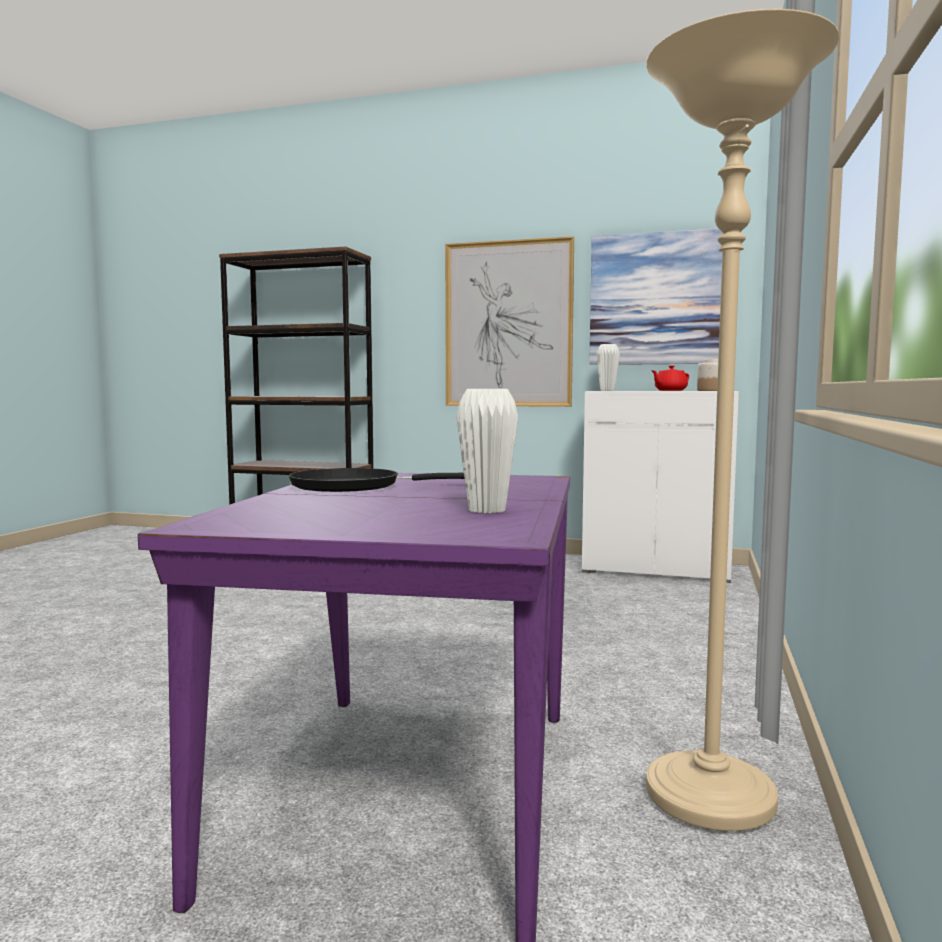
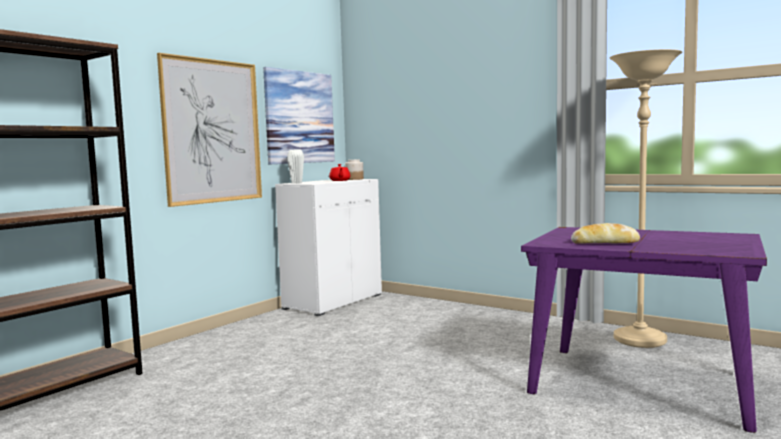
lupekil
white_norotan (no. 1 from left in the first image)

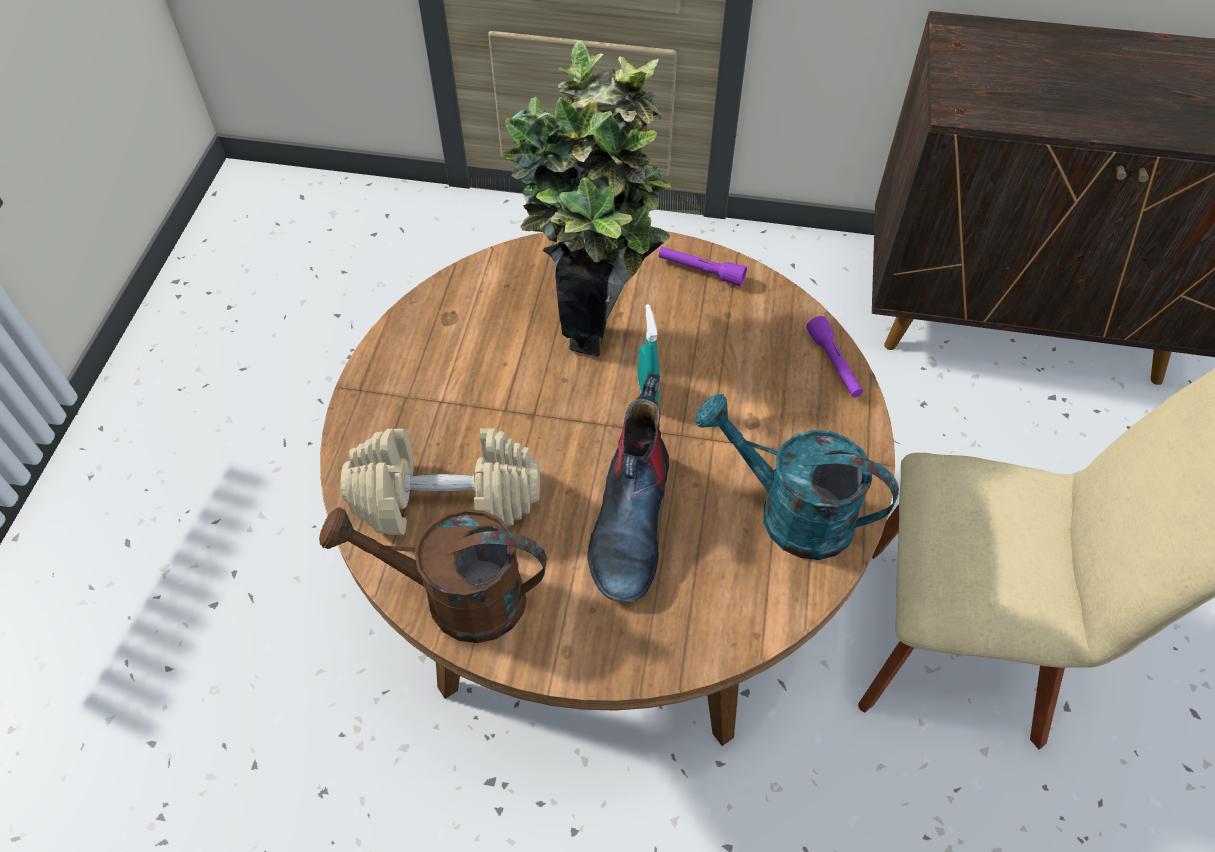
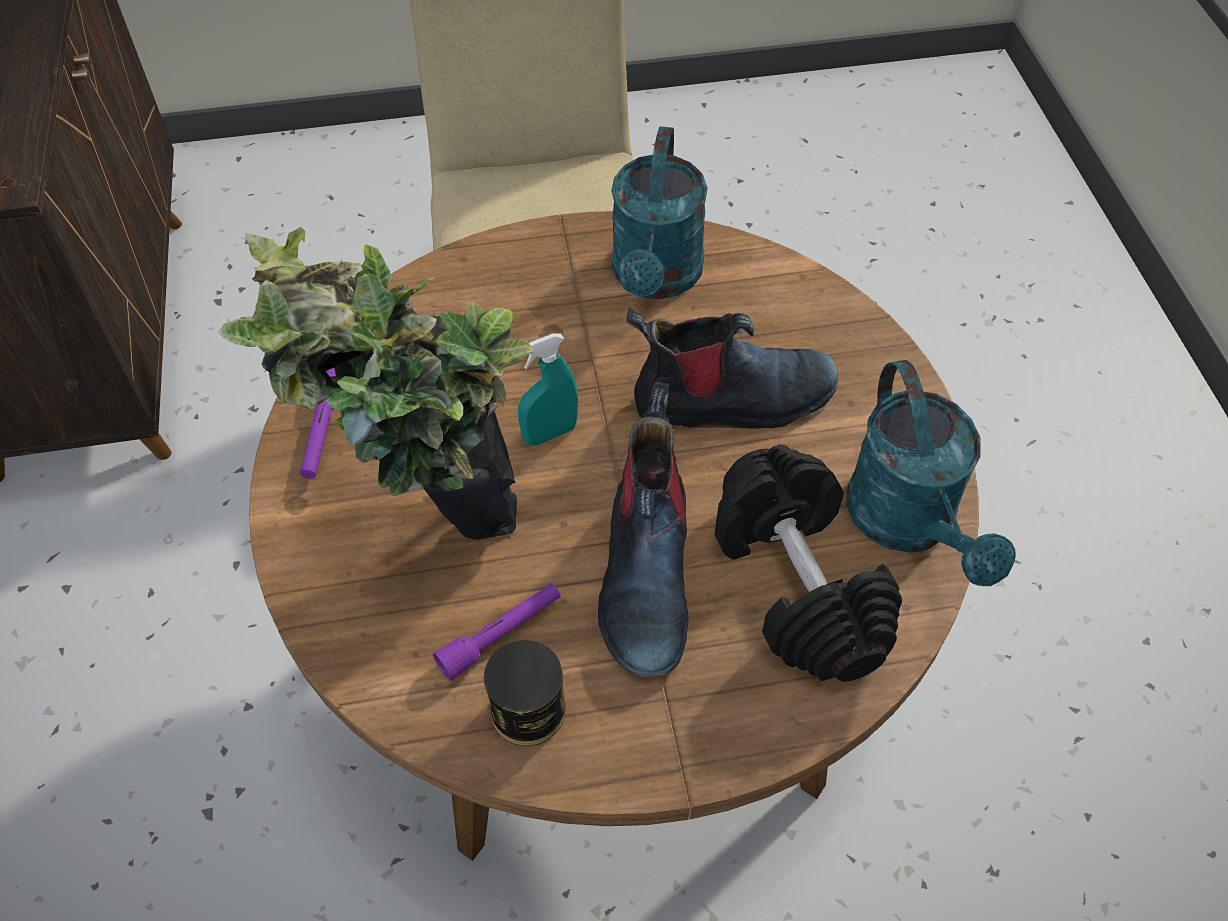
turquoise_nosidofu (no. 2 from left)
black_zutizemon
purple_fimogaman (no. 2 from left)
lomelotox
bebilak (no. 1 from left)

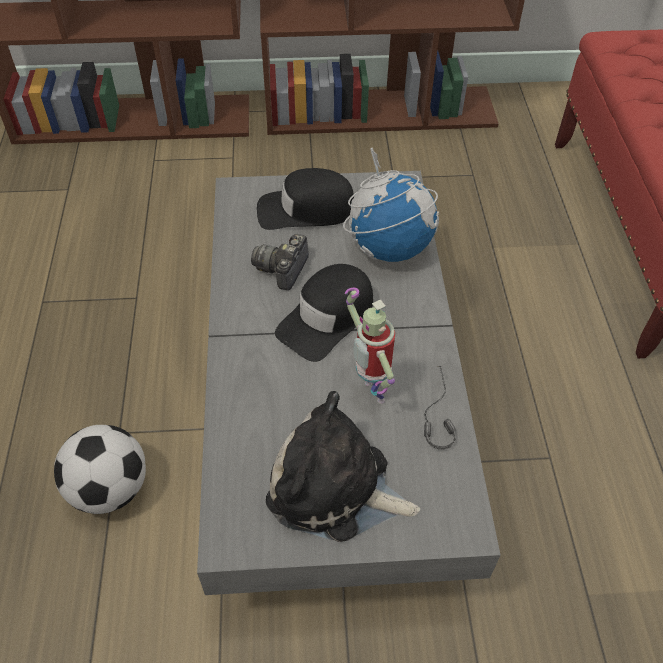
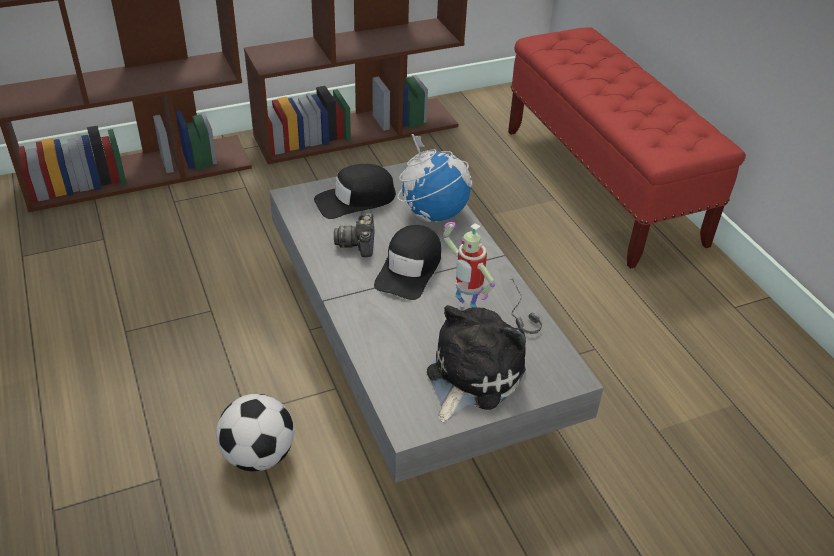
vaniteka

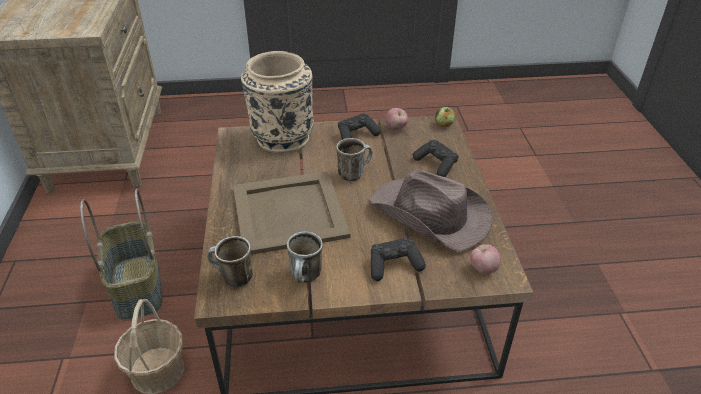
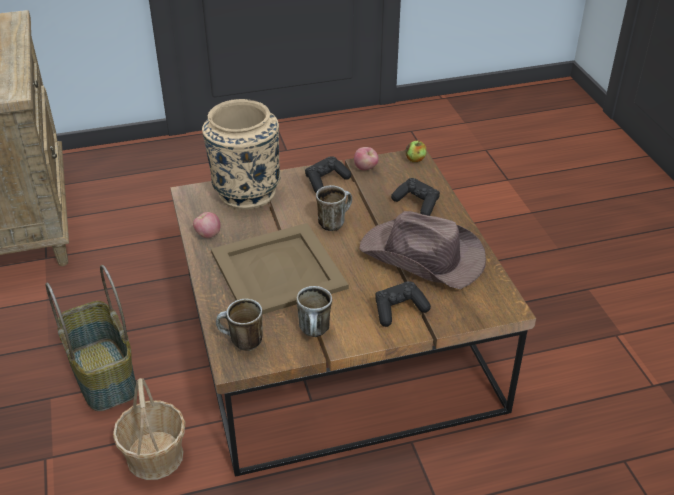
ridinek (no. 1 from left)

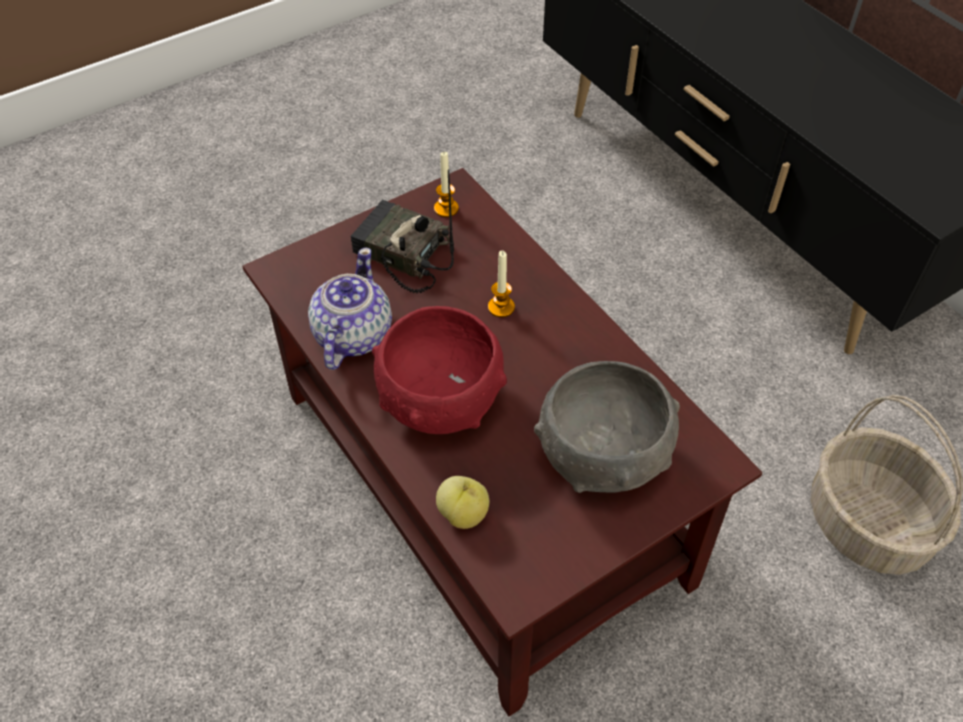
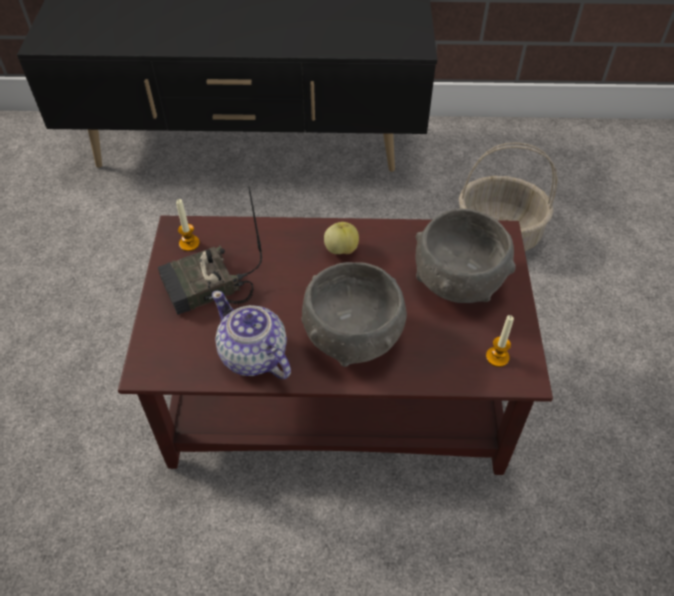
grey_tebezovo (no. 1 from left)
ridinek
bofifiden (no. 2 from left)

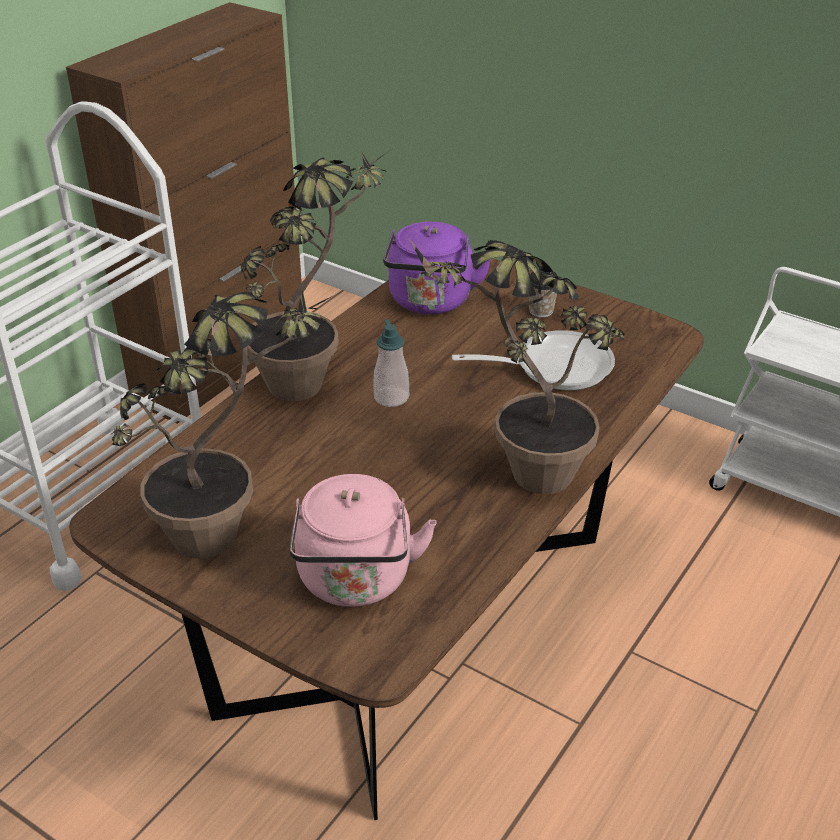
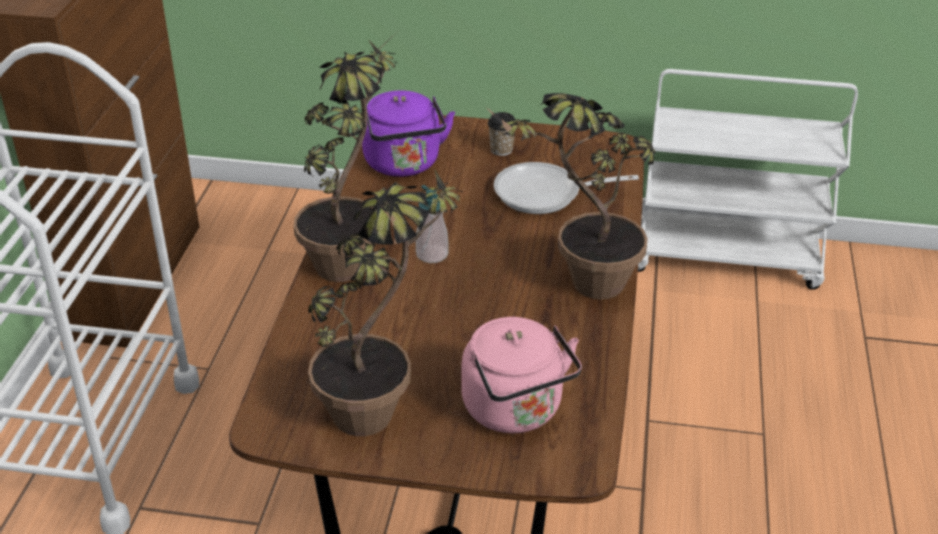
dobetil

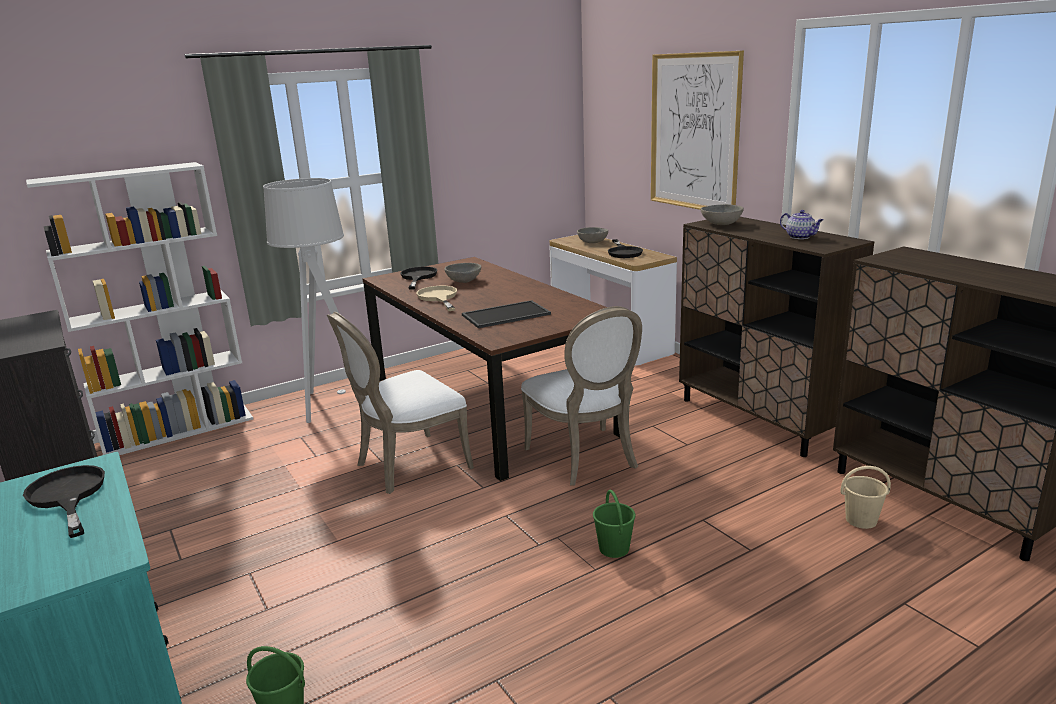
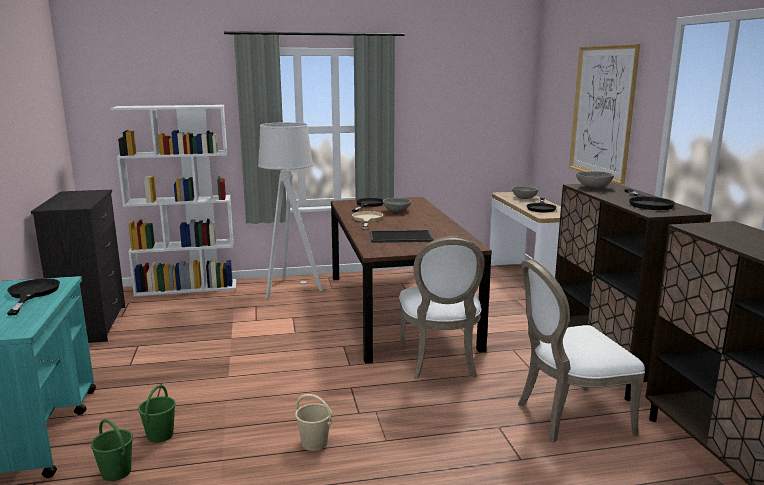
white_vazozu (no. 2 from left)
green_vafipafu (no. 2 from left)
black_dobetil (no. 4 from left)
beige_vafipafu

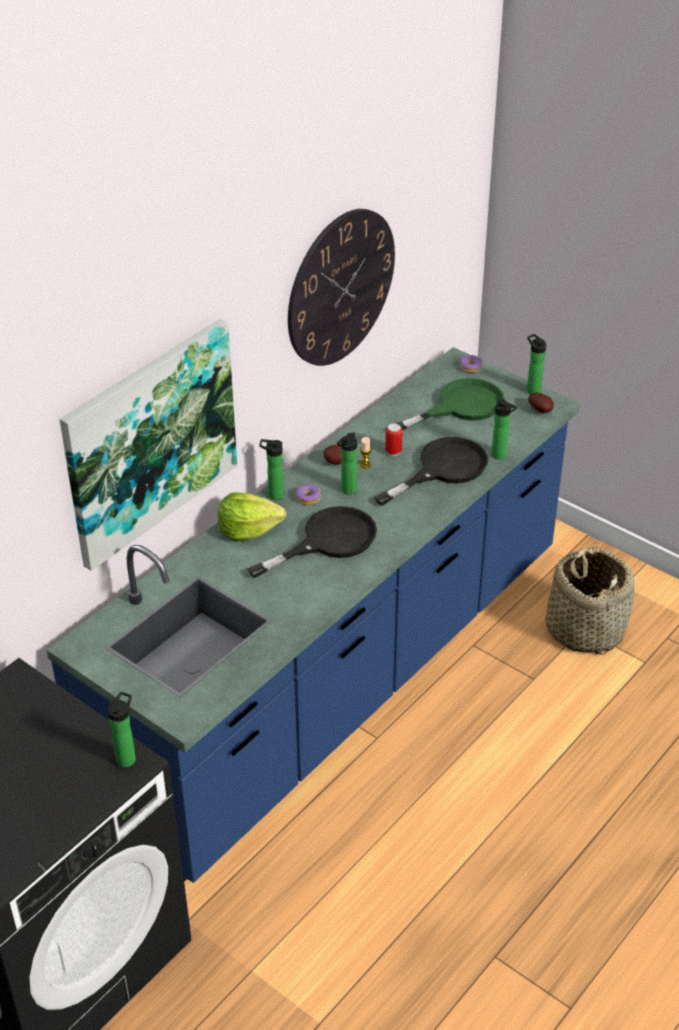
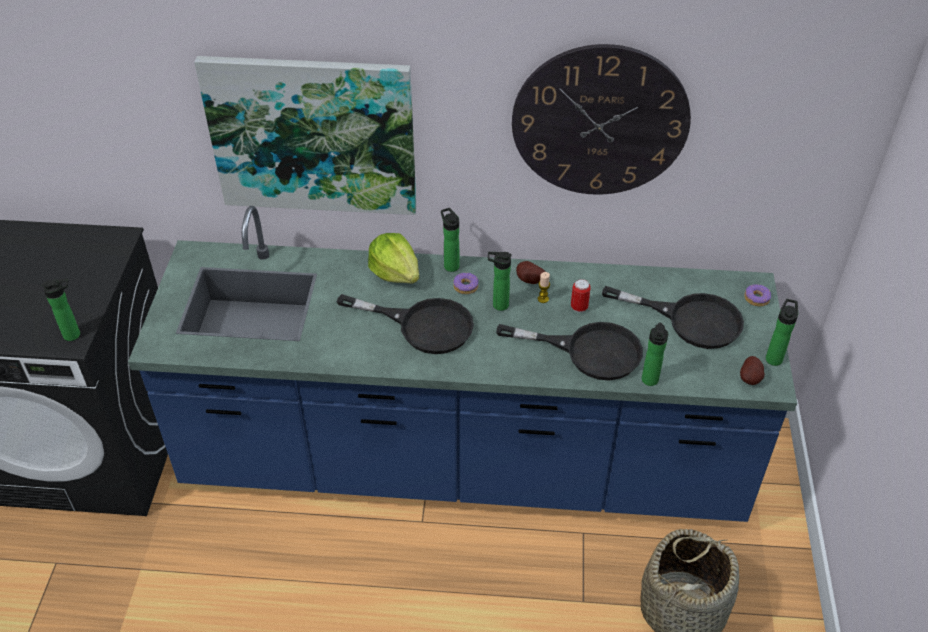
black_dobetil (no. 3 from left)

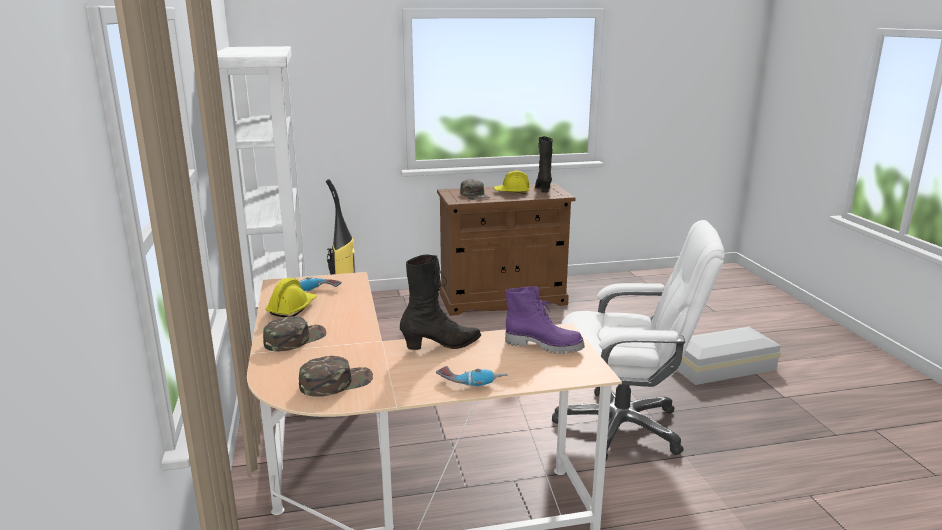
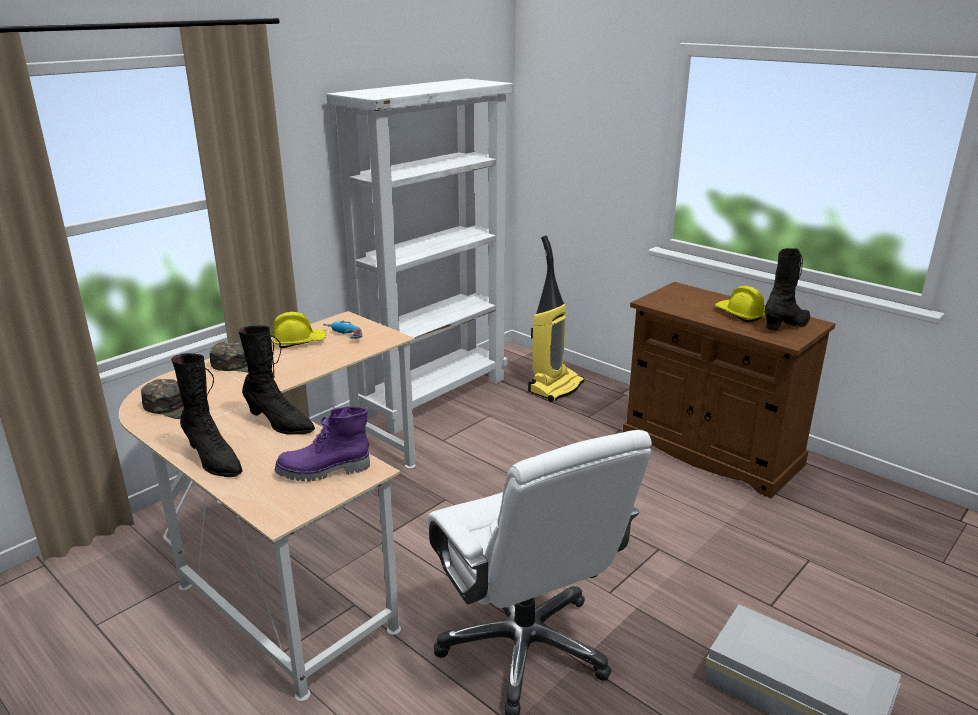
black_bebilak (no. 1 from left)
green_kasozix (no. 3 from left in the first image)
purple_bebilak

